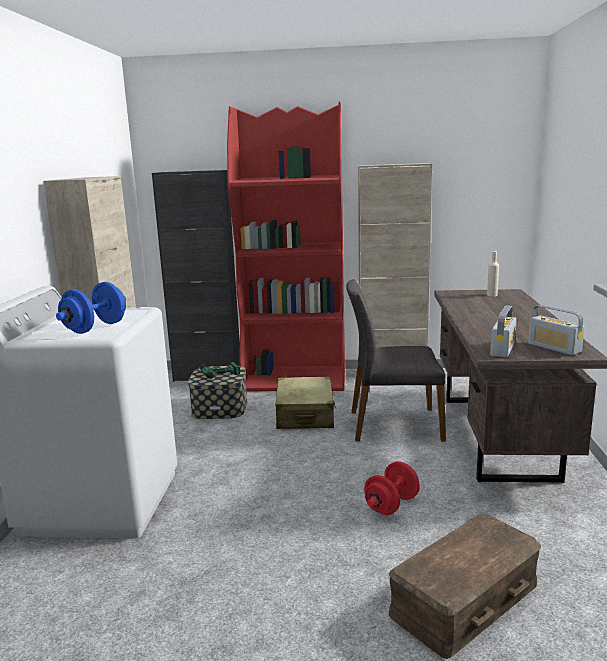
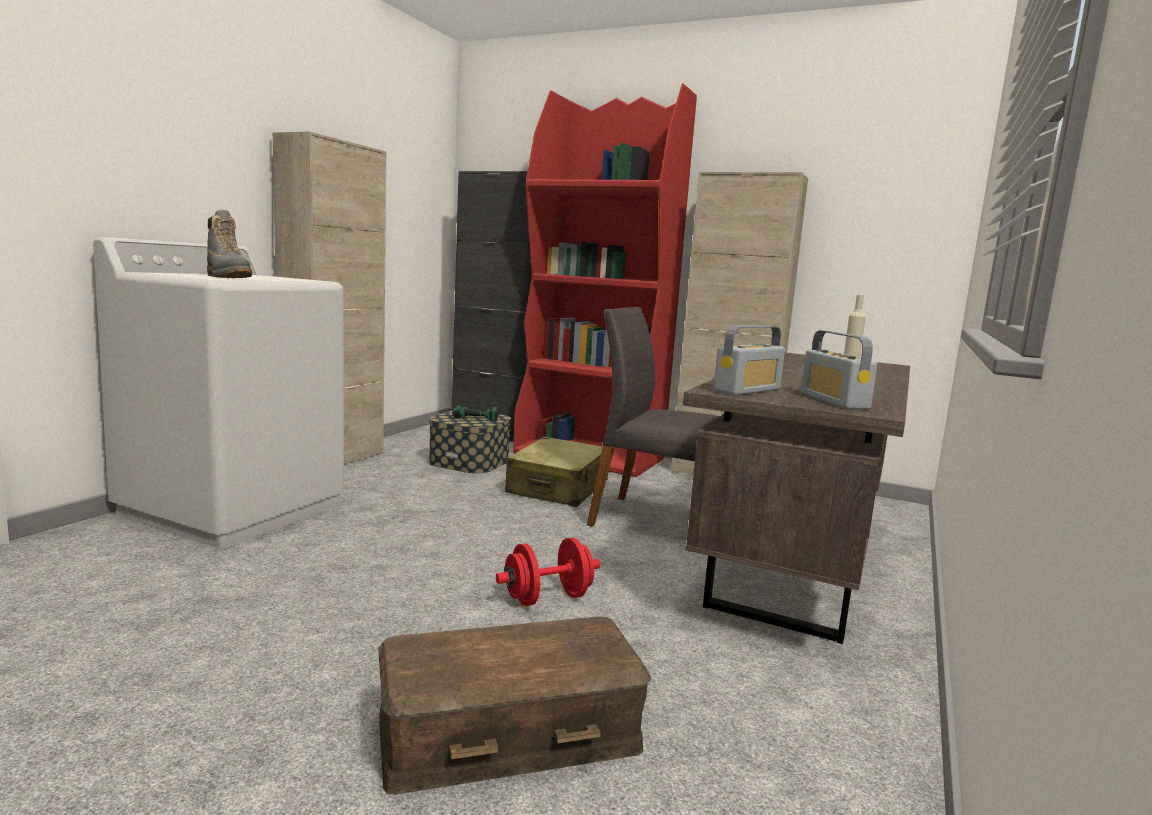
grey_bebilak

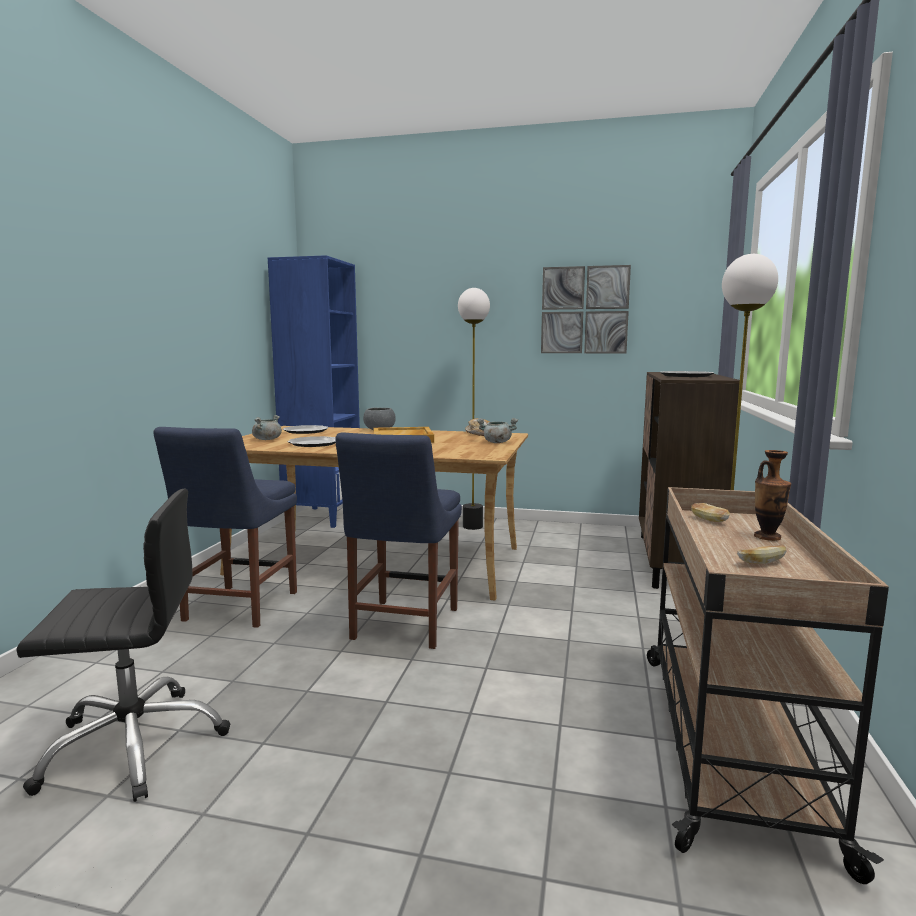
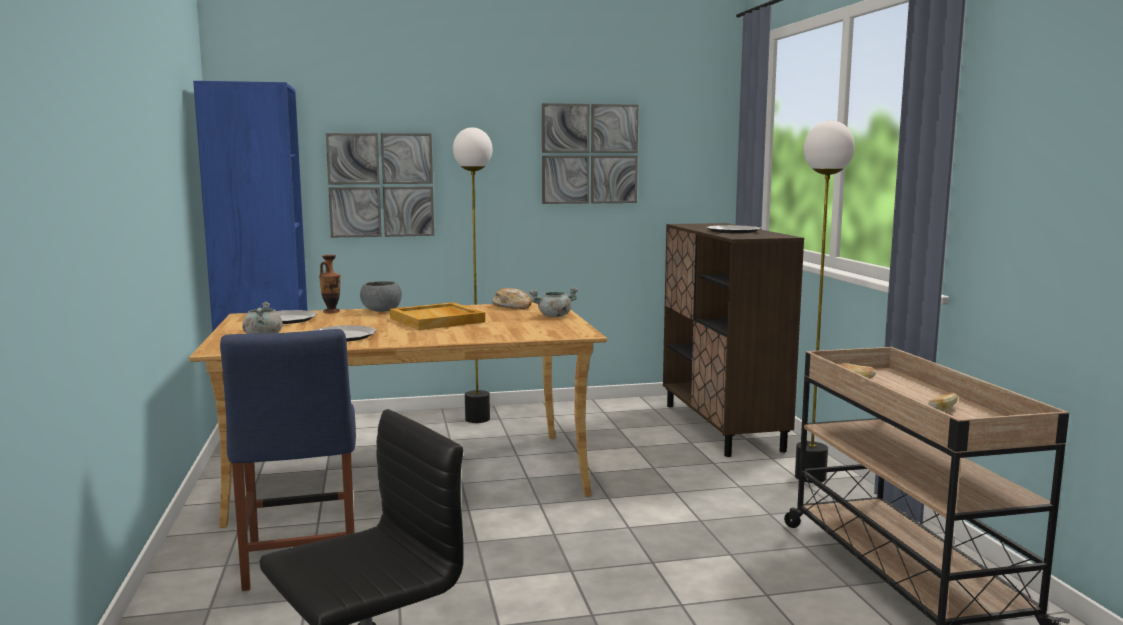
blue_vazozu (no. 2 from left in the first image)
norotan
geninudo (no. 1 from left)

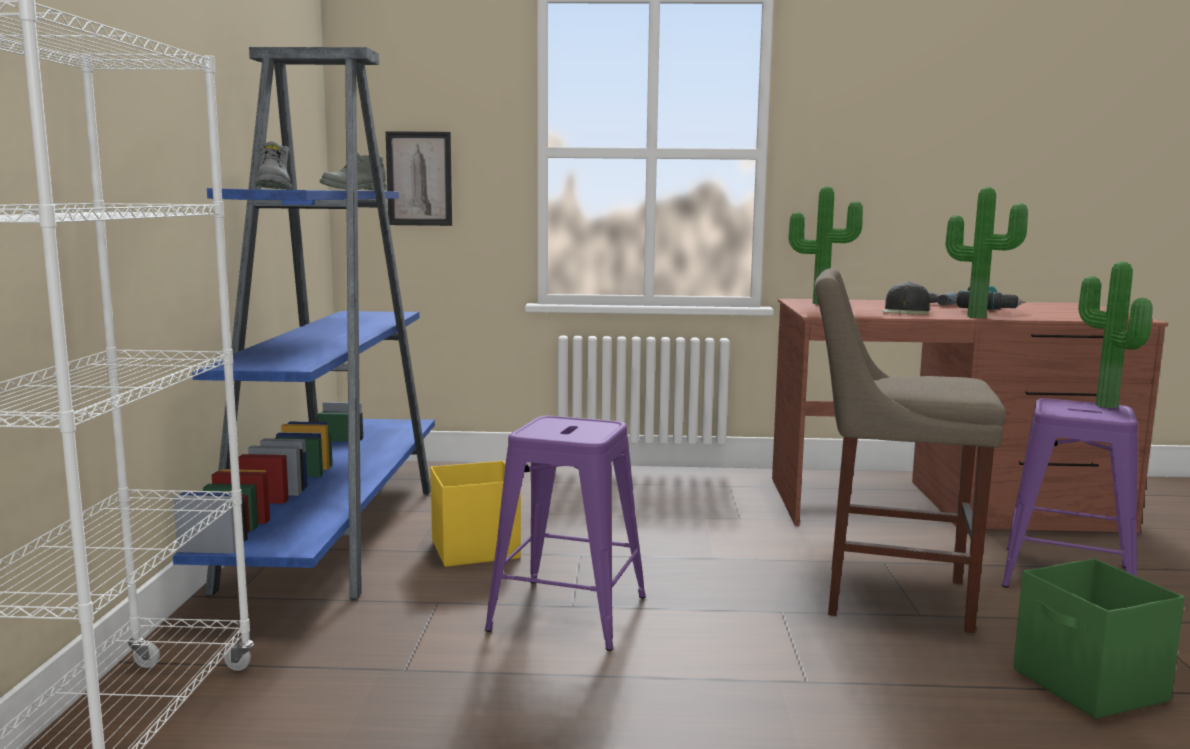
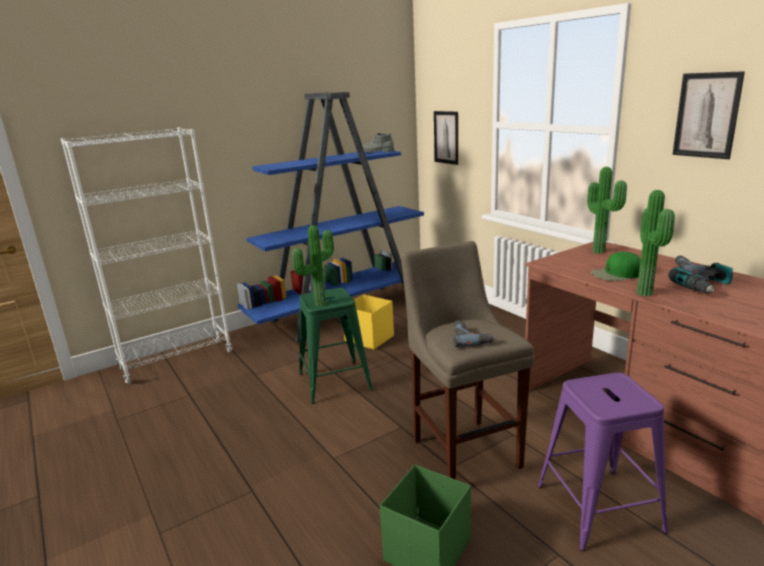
grey_bebilak (no. 1 from left in the first image)
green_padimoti
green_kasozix
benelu (no. 1 from left)
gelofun (no. 1 from left)
geninudo (no. 2 from left)

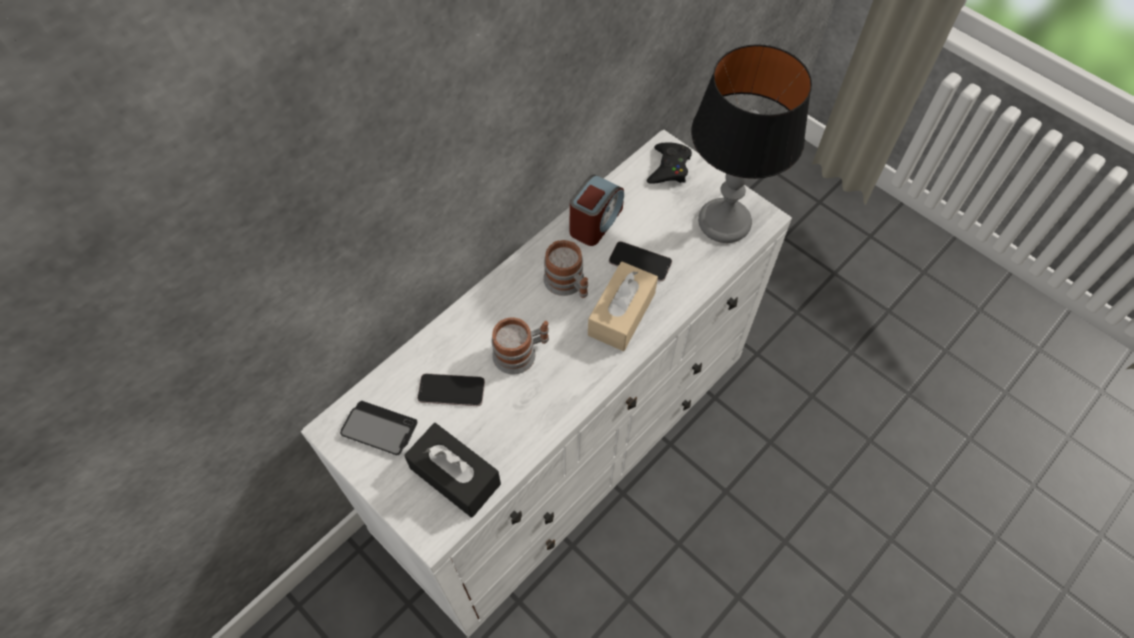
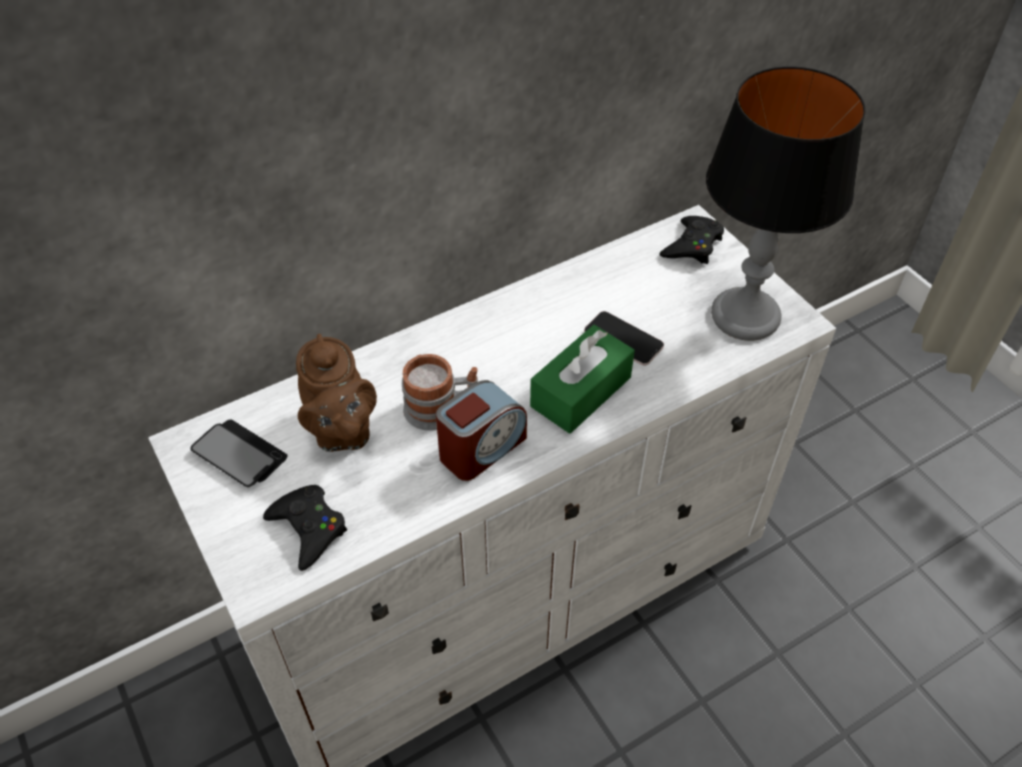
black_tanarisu (no. 1 from left)
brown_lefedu
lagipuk (no. 2 from left in the first image)
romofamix
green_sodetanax

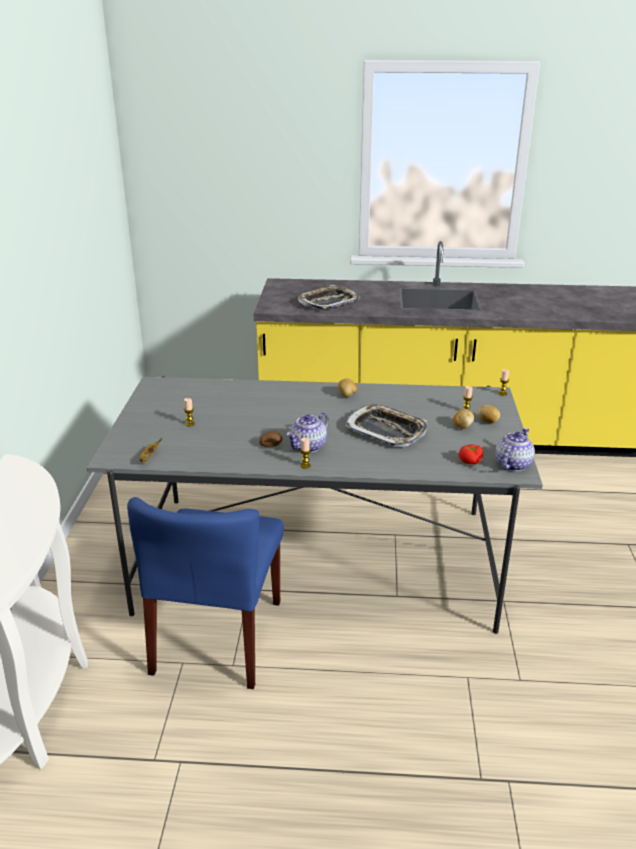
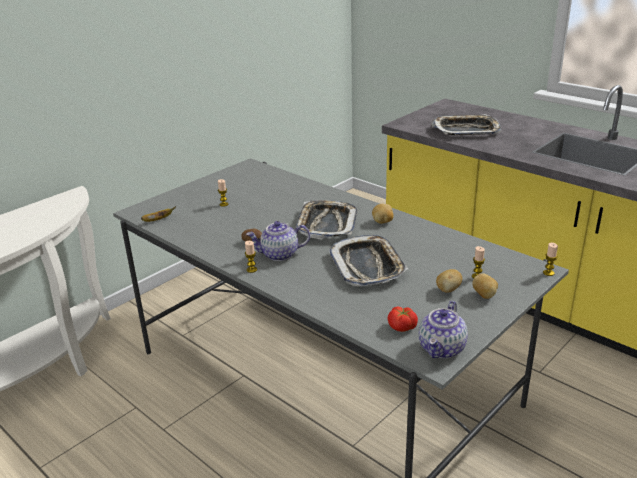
blue_vazozu
lefedu (no. 2 from left)
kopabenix (no. 1 from left)

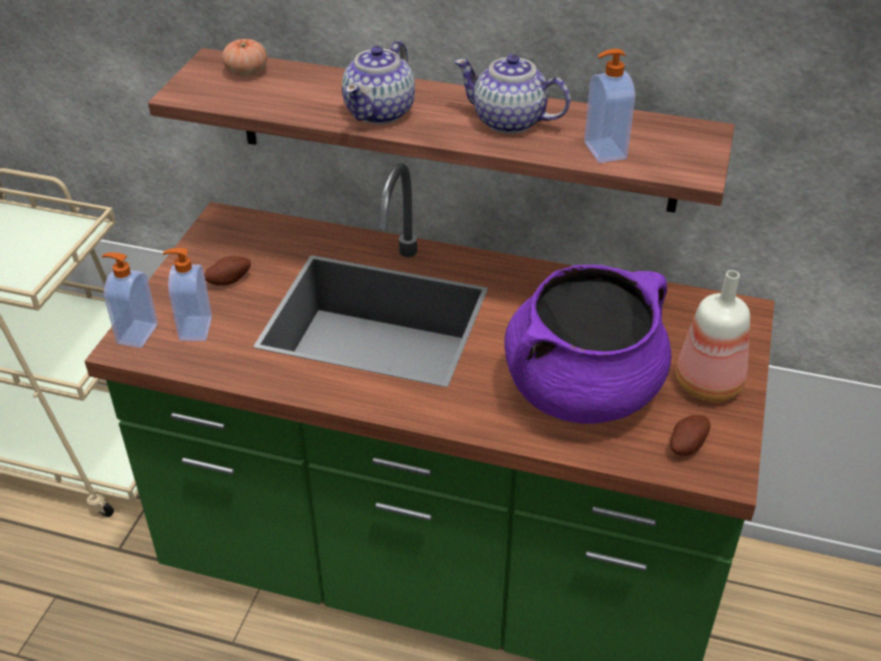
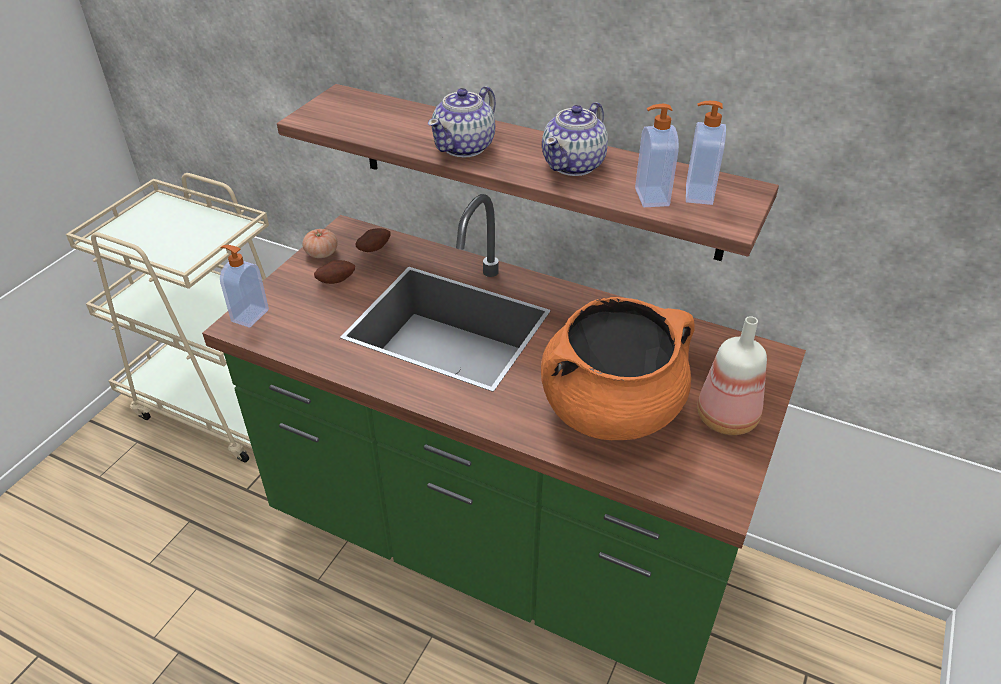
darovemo (no. 3 from left)
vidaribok
lefedu (no. 2 from left)
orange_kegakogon
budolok (no. 2 from left)

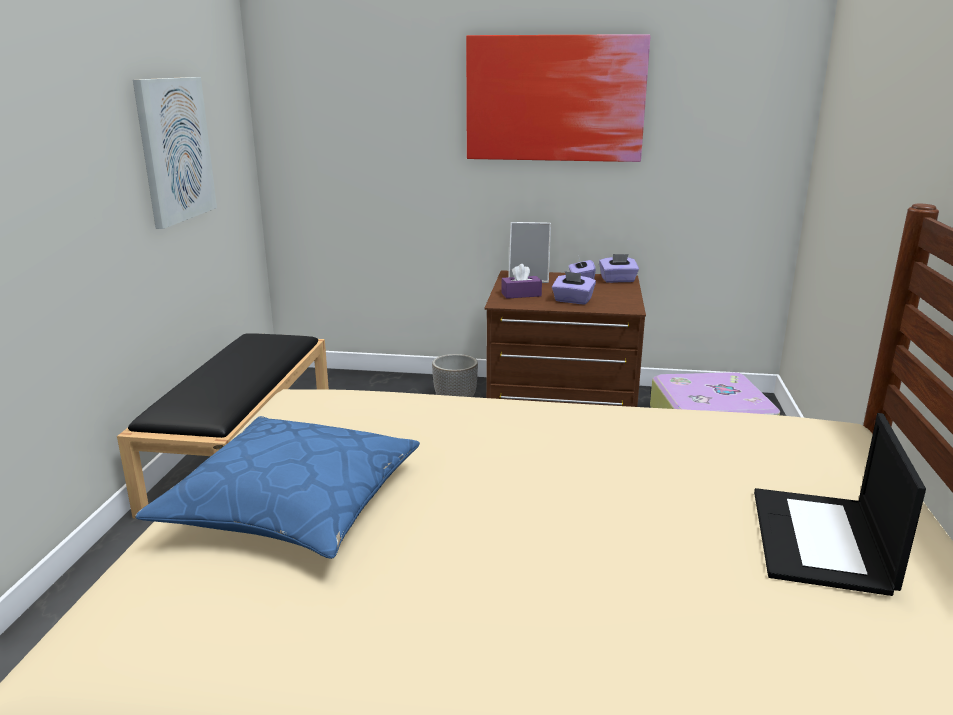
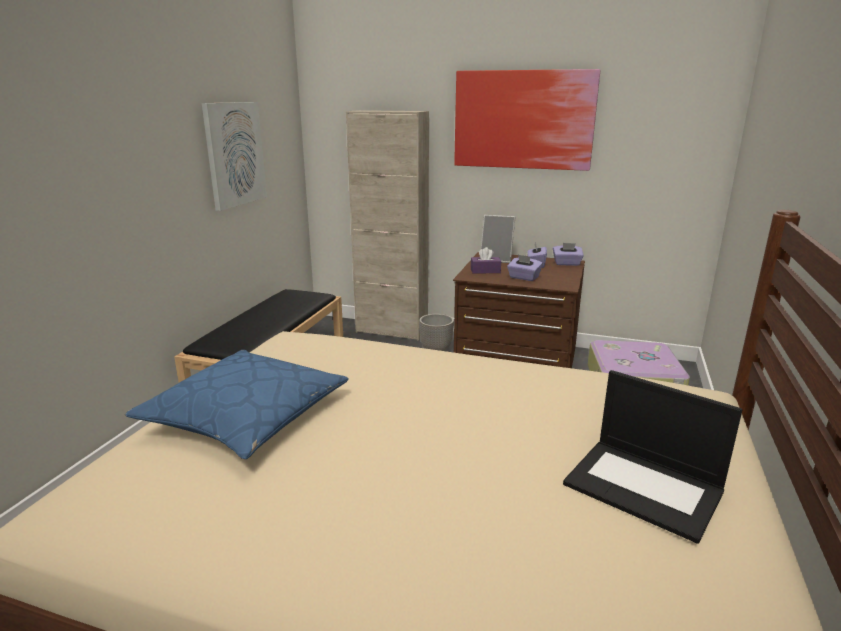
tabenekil
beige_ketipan

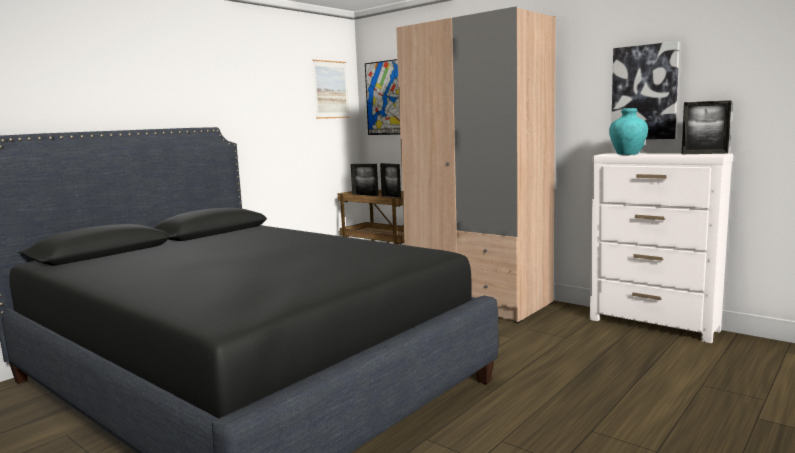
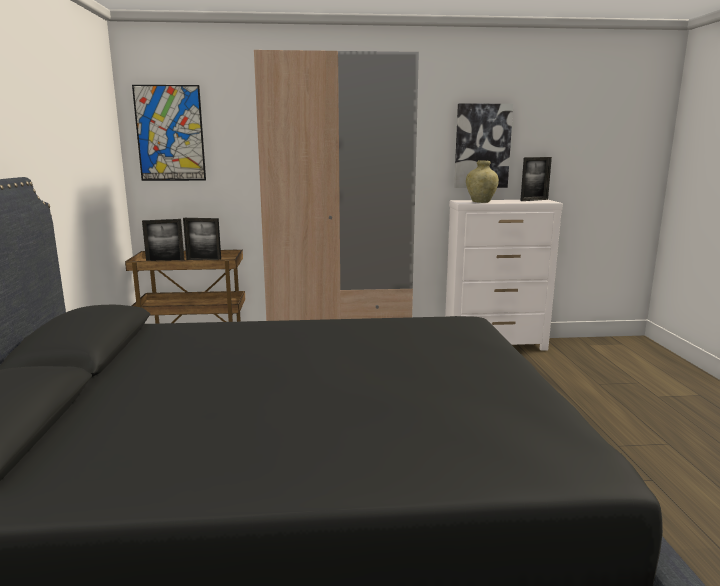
geninudo (no. 1 from left in the first image)
beige_norotan

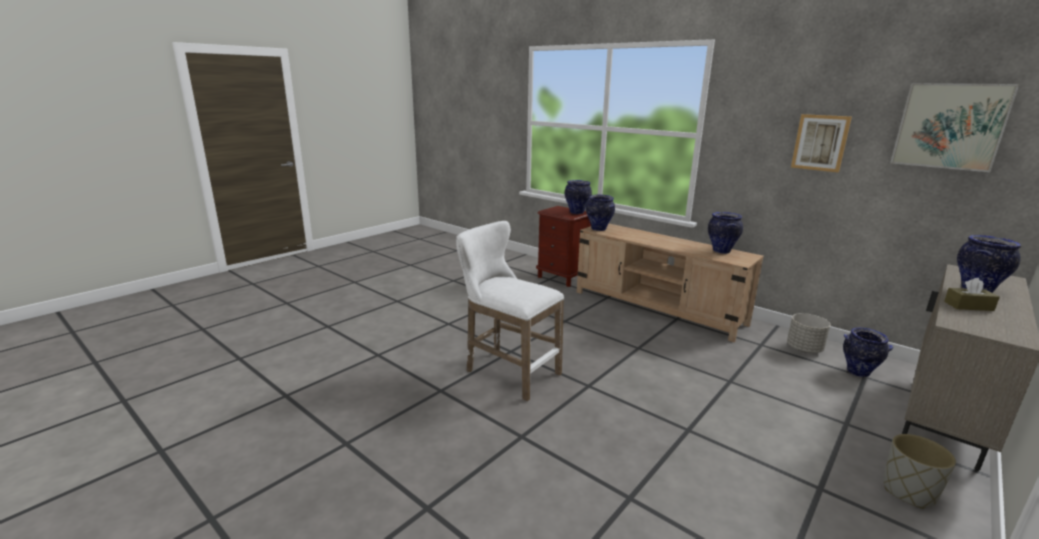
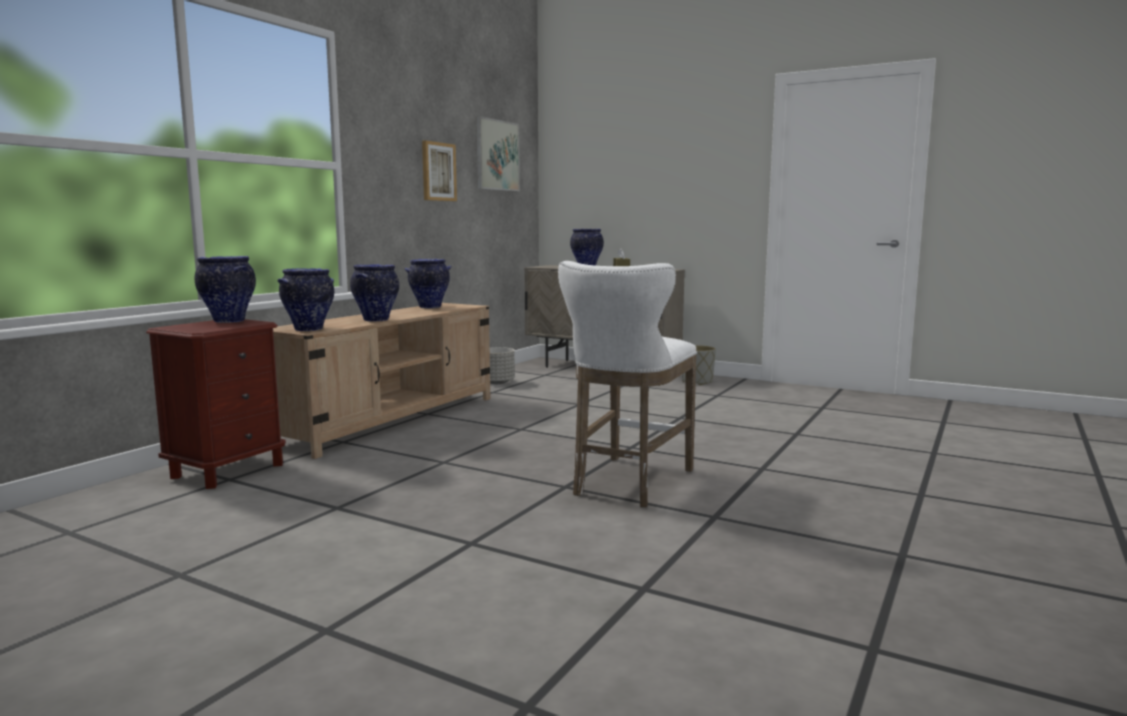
norotan (no. 3 from left)

